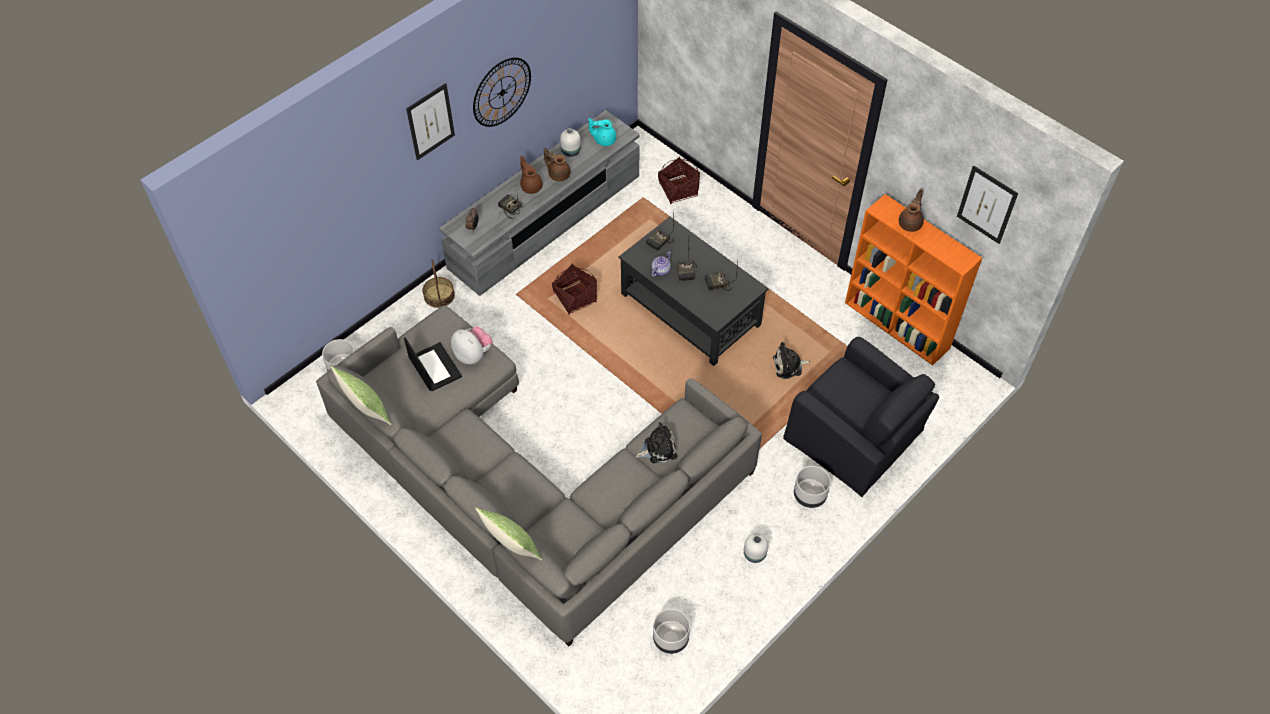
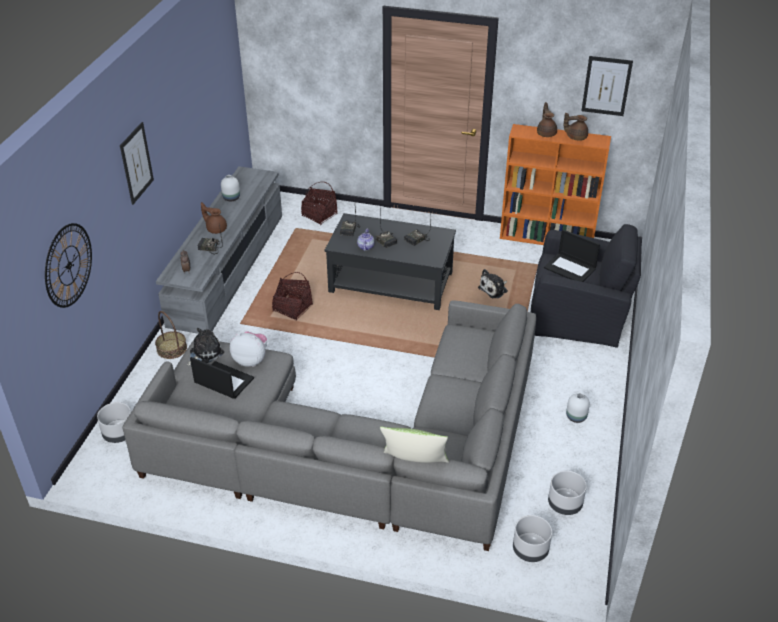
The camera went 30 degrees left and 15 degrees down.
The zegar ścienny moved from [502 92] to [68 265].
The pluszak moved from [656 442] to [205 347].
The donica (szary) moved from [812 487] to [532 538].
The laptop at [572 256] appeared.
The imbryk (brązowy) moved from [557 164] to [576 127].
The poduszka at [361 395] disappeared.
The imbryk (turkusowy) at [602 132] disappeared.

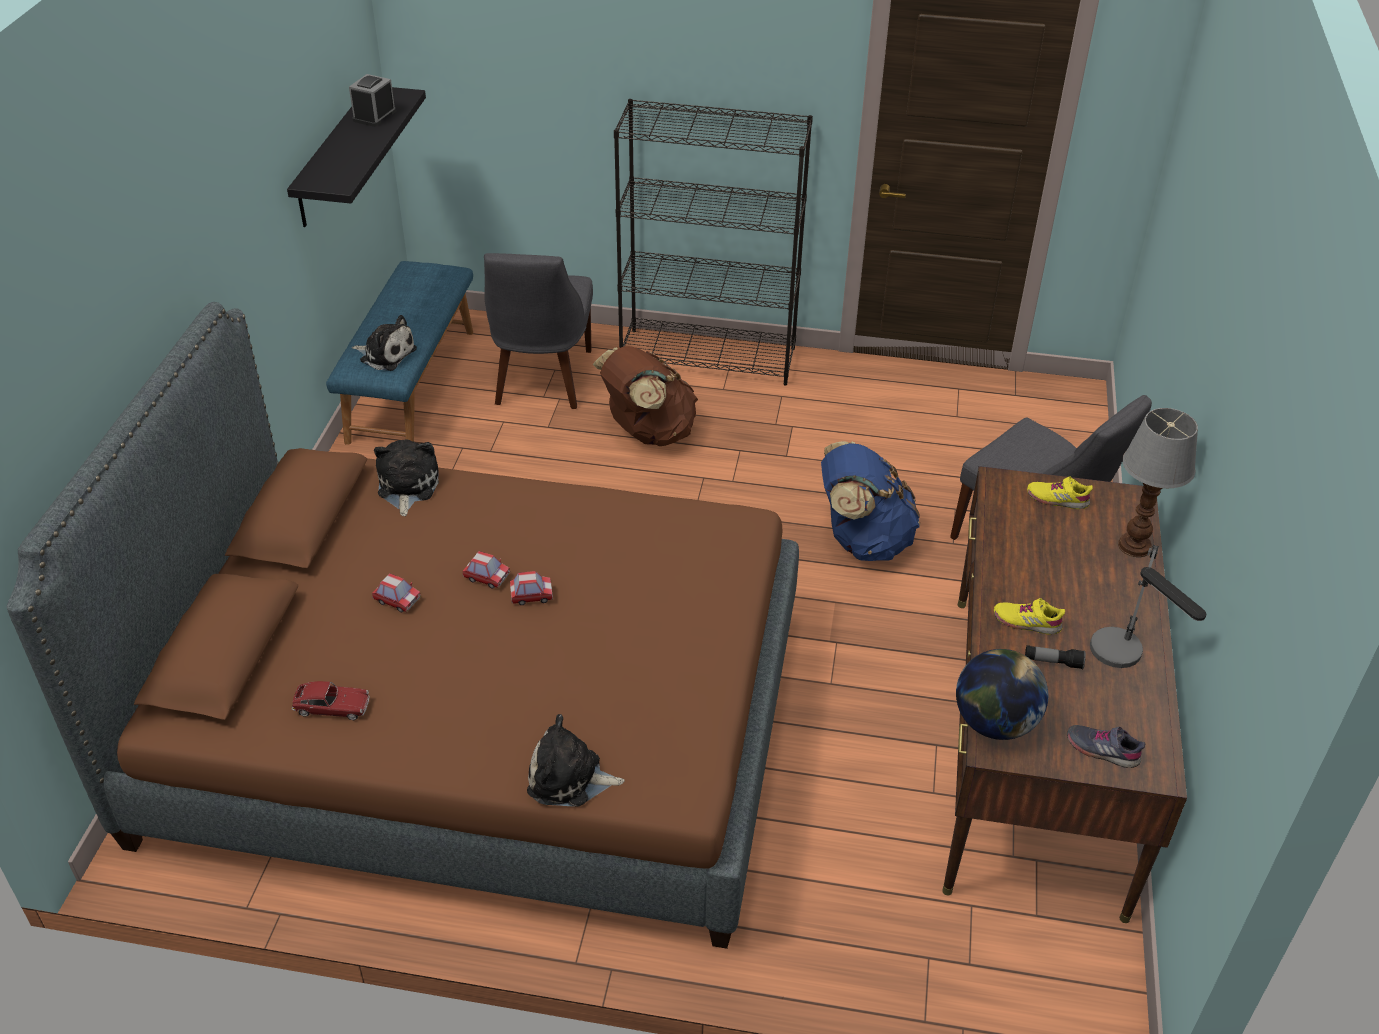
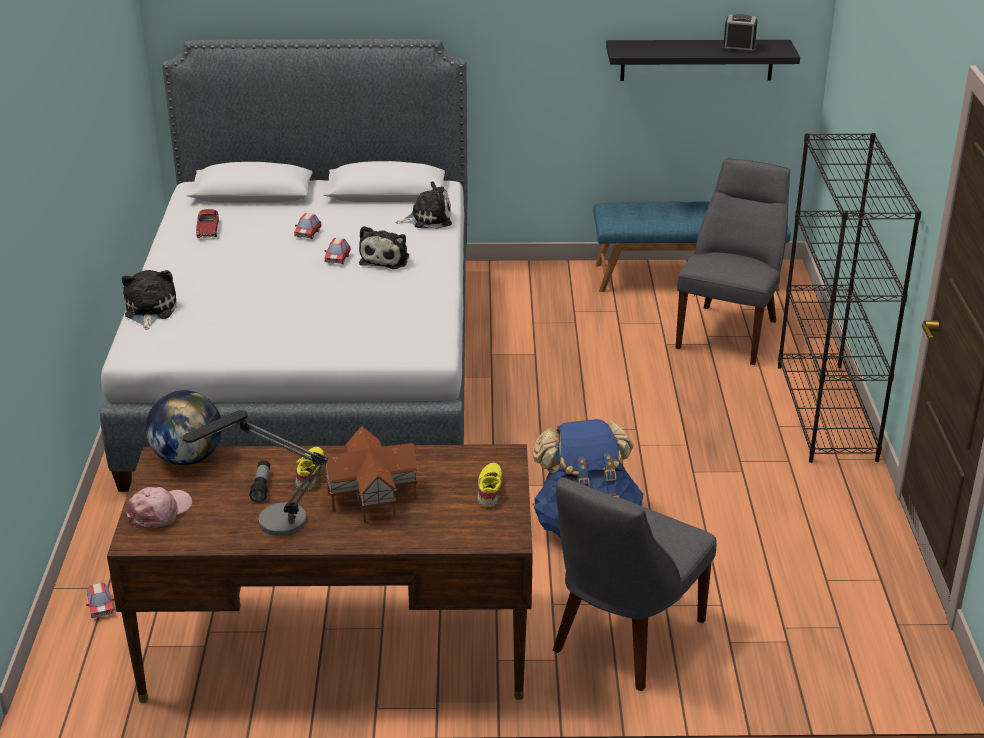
The camera went 80 degrees right and 10 degrees down.
The samochodzik moved from [531 588] to [100 600].
The łóżko (brązowy) at [403 625] became the łóżko (szary) at [283 265].
The but (szary) at [1106 746] was replaced by the czapka z daszkiem (różowy) at [159 507].
The domek at [371 474] appeared.
The pluszak moved from [384 343] to [384 247].
The krzesło (szary) at [538 331] turned 120 degrees clockwise.
The plecak (brązowy) at [645 396] disappeared.
The lampa stołowa at [1158 482] disappeared.

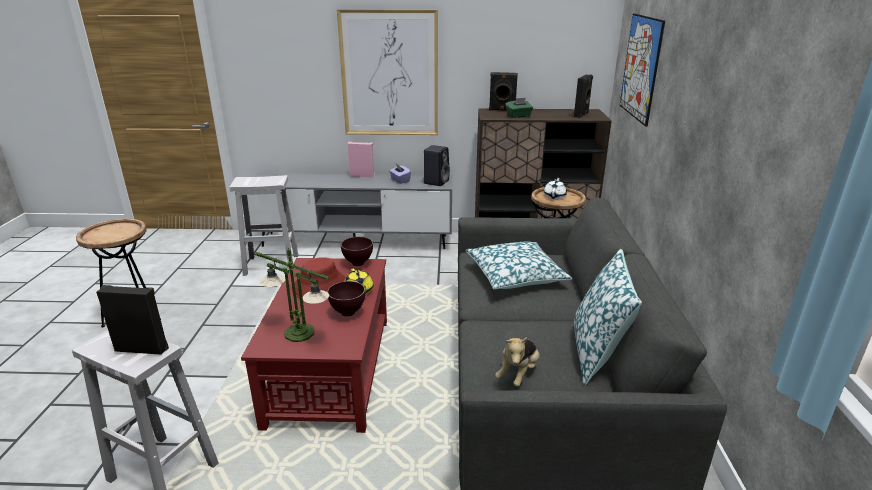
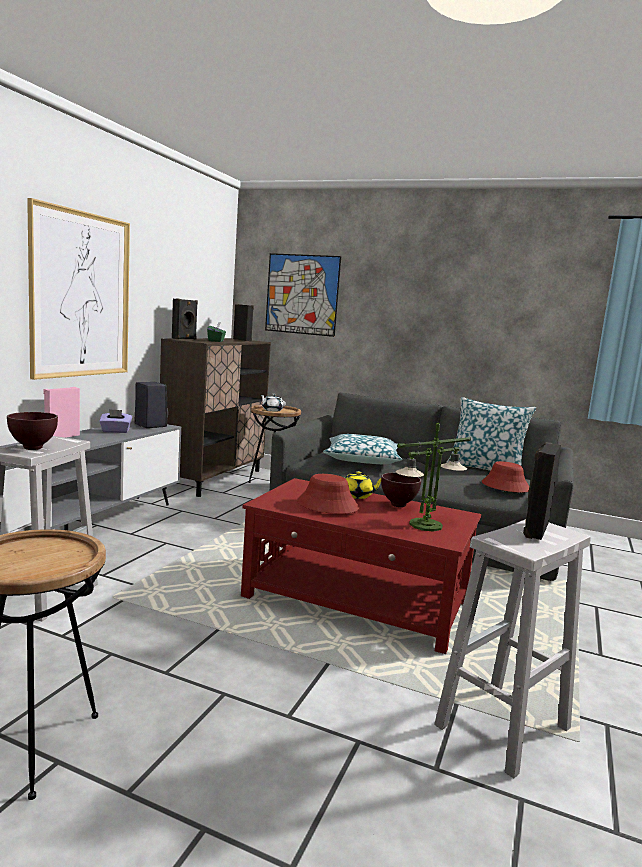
The camera went 70 degrees left and 15 degrees down.
The miska (brązowy) moved from [357 251] to [32 431].
The pluszak at [517 362] was replaced by the kapelusz (czerwony) at [505 477].

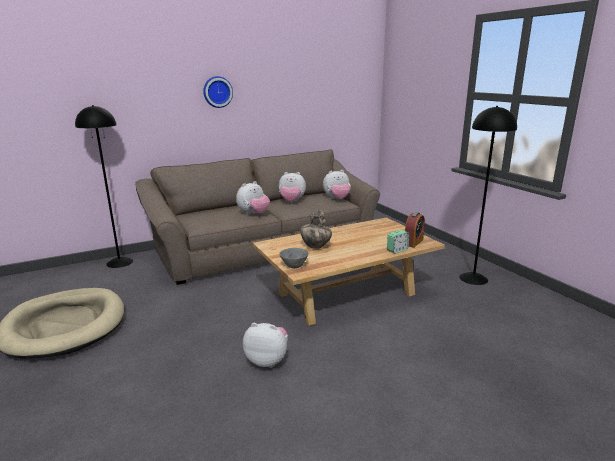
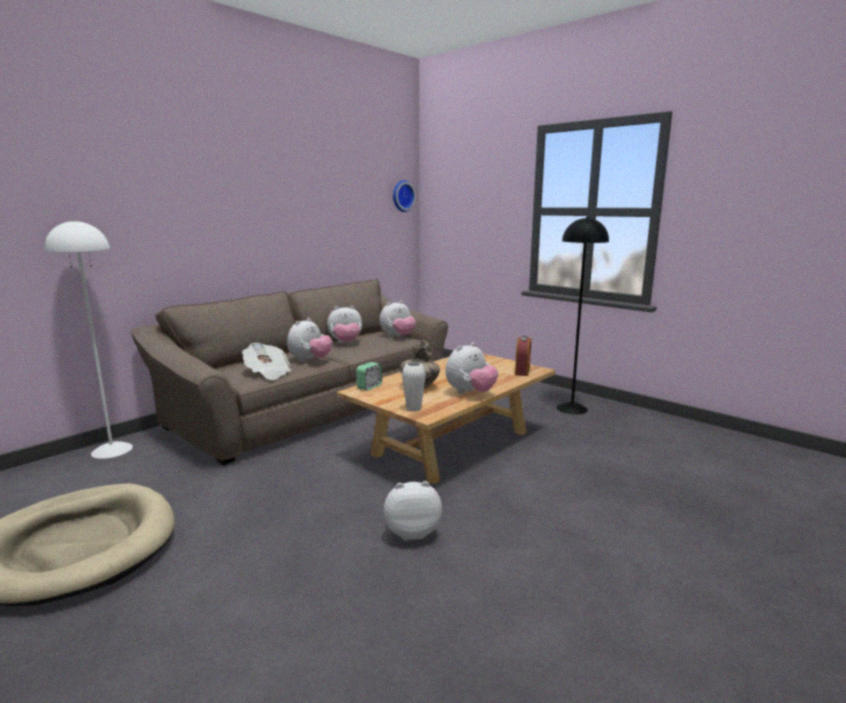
The camera went 20 degrees left and 5 degrees down.
The lampa stojąca (czarny) at [104 186] became the lampa stojąca (biały) at [89 339].
The gazeta at [266 361] appeared.
The budzik moved from [398 241] to [369 376].
The zegar ścienny moved from [218 92] to [404 196].
The miska (szary) at [294 258] was replaced by the wazon (biały) at [414 386].
The pluszak at [471 368] appeared.

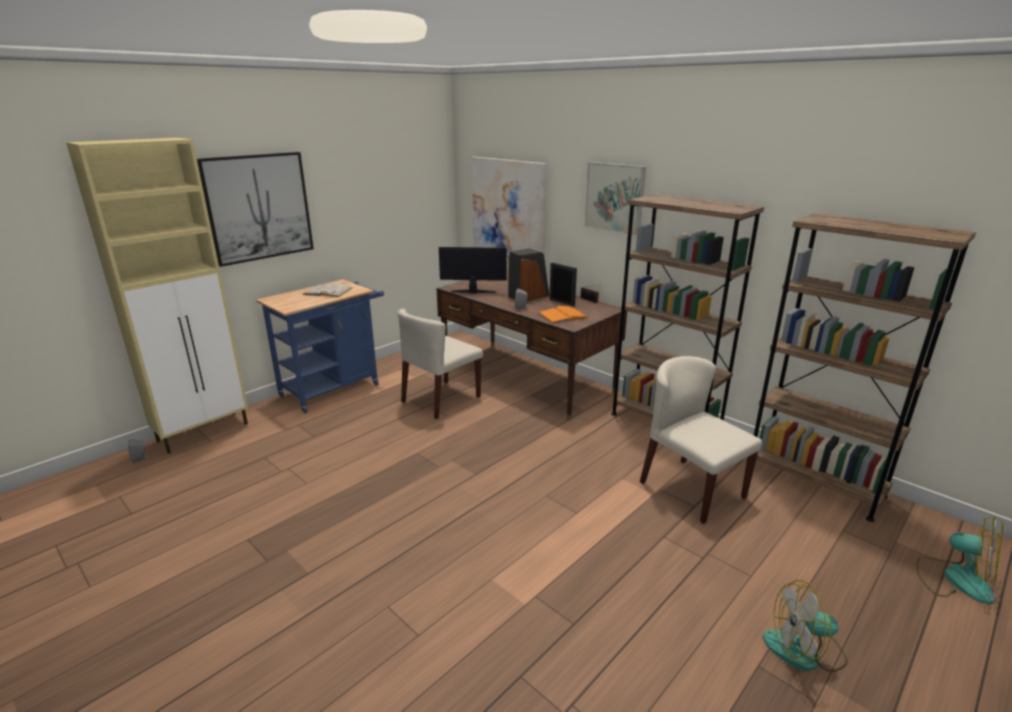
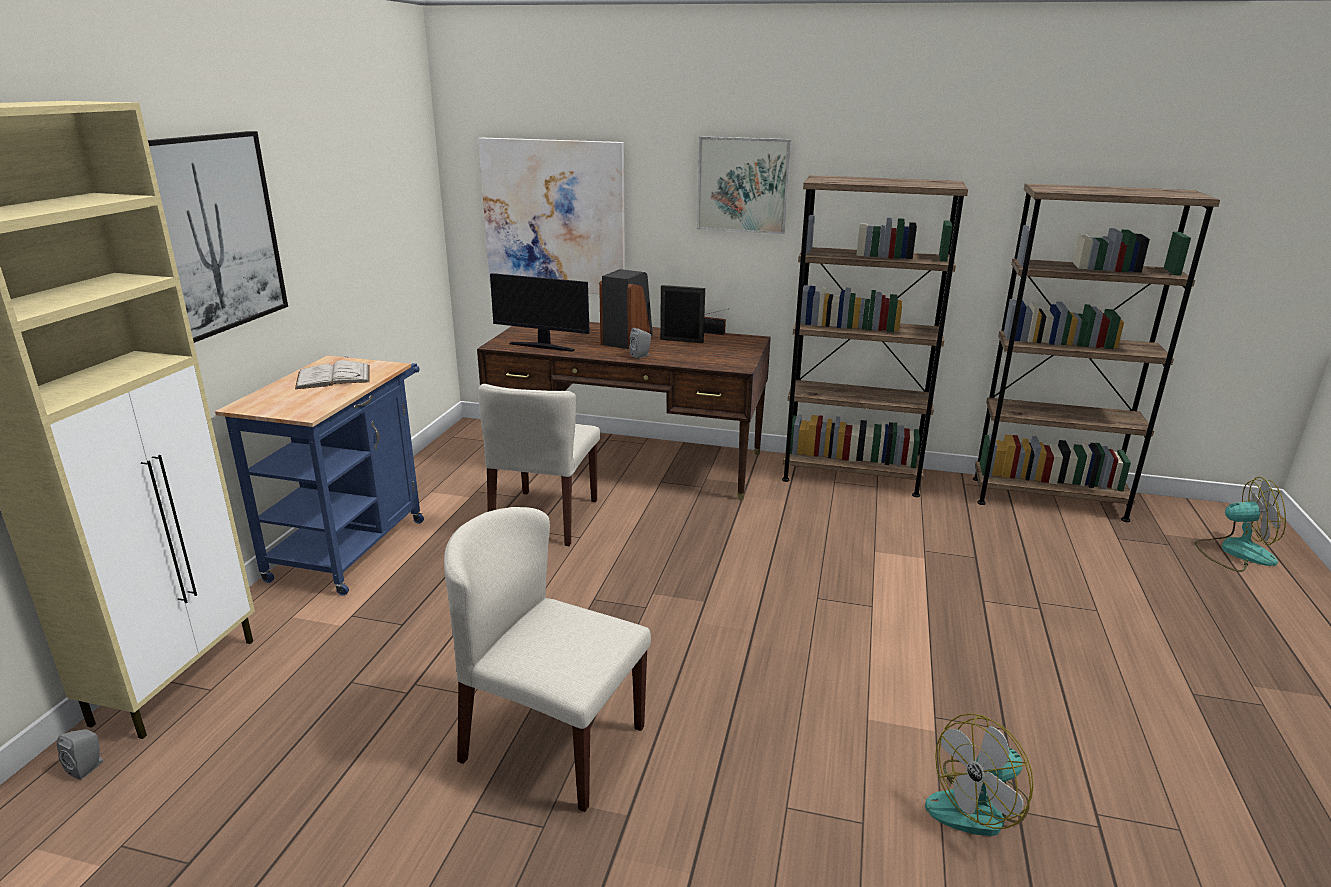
The camera went 30 degrees left and 0 degrees up.
The krzesło (beżowy) moved from [701 440] to [547 659].
The monitor at [473 270] turned 135 degrees counterclockwise.
The wentylator moved from [805 626] to [979 774].
The książka (pomarańczowy) at [563 315] disappeared.

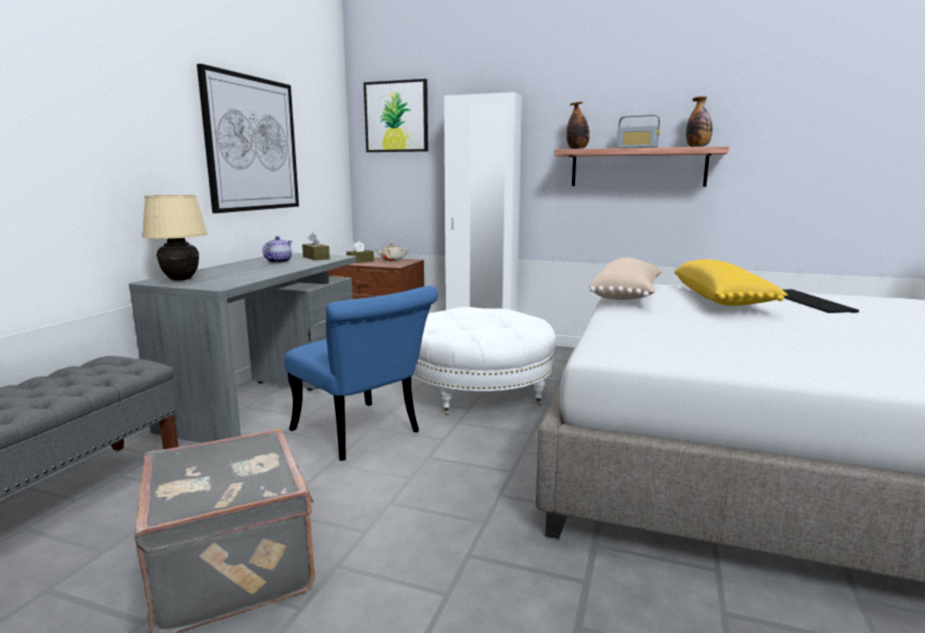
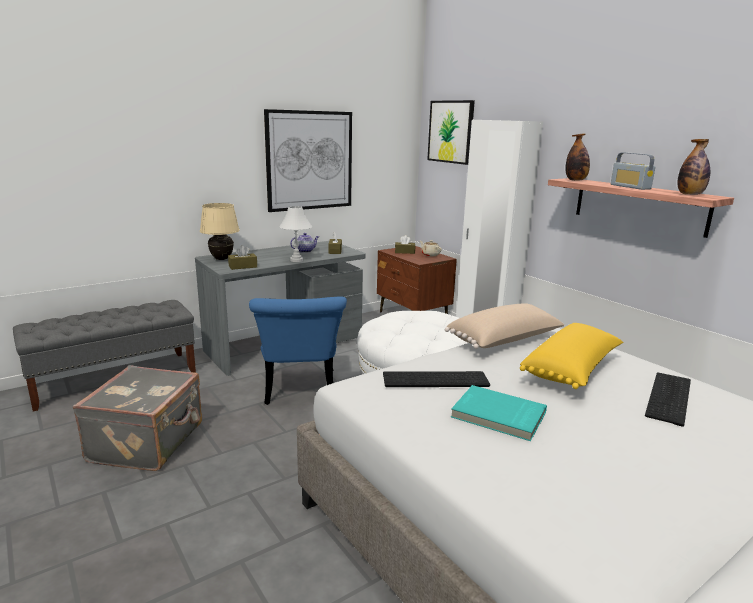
The camera went 35 degrees right and 5 degrees up.
The pudełko chusteczek (brązowy) at [242 257] appeared.
The lampa stołowa (biały) at [295 234] appeared.
The klawiatura at [436 379] appeared.
The książka (turkusowy) at [499 413] appeared.

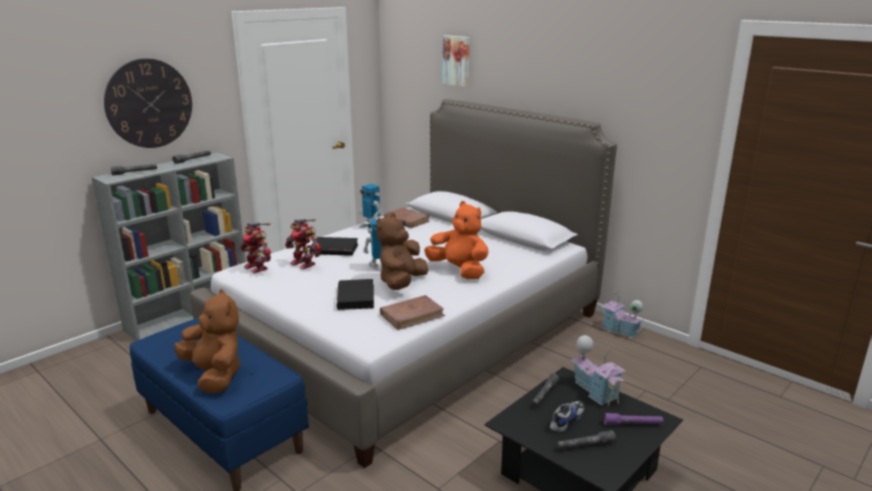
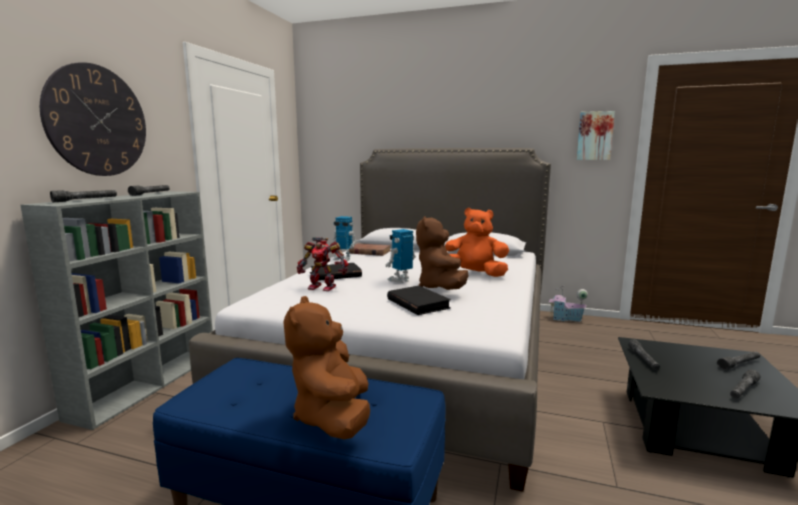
The camera went 25 degrees left and 10 degrees down.
The pluszak (brązowy) at [207 341] turned 120 degrees counterclockwise.
The obraz moved from [456 61] to [596 135].
The latarka (fioletowy) at [634 419] became the latarka (szary) at [738 361].
The robot zabawkowy at [255 248] disappeared.
The książka (brązowy) at [412 312] disappeared.
The but at [567 416] disappeared.
The domek at [598 370] disappeared.

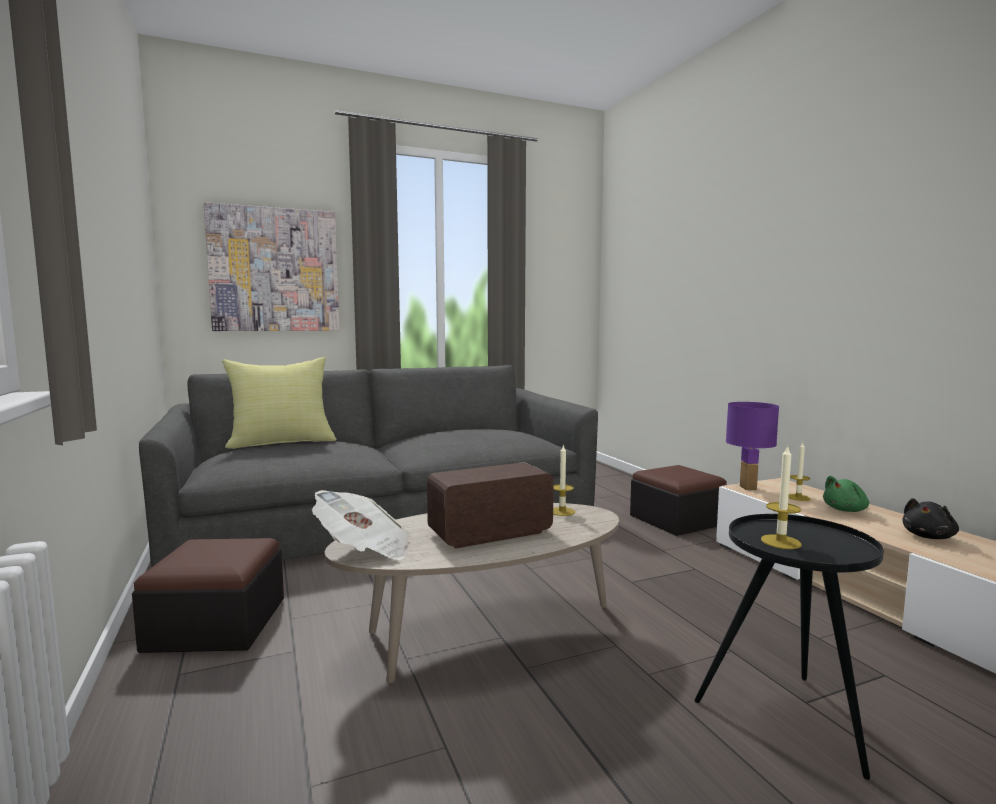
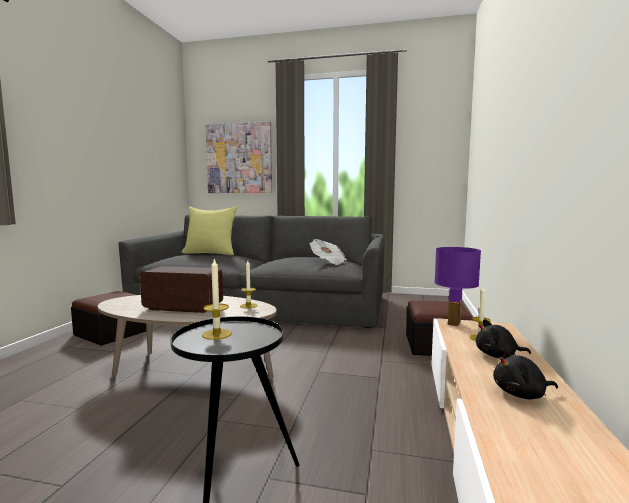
The camera went 35 degrees right and 0 degrees up.
The gazeta moved from [361 525] to [328 252].
The pluszak (zielony) at [846 494] became the pluszak (czarny) at [503 338].

